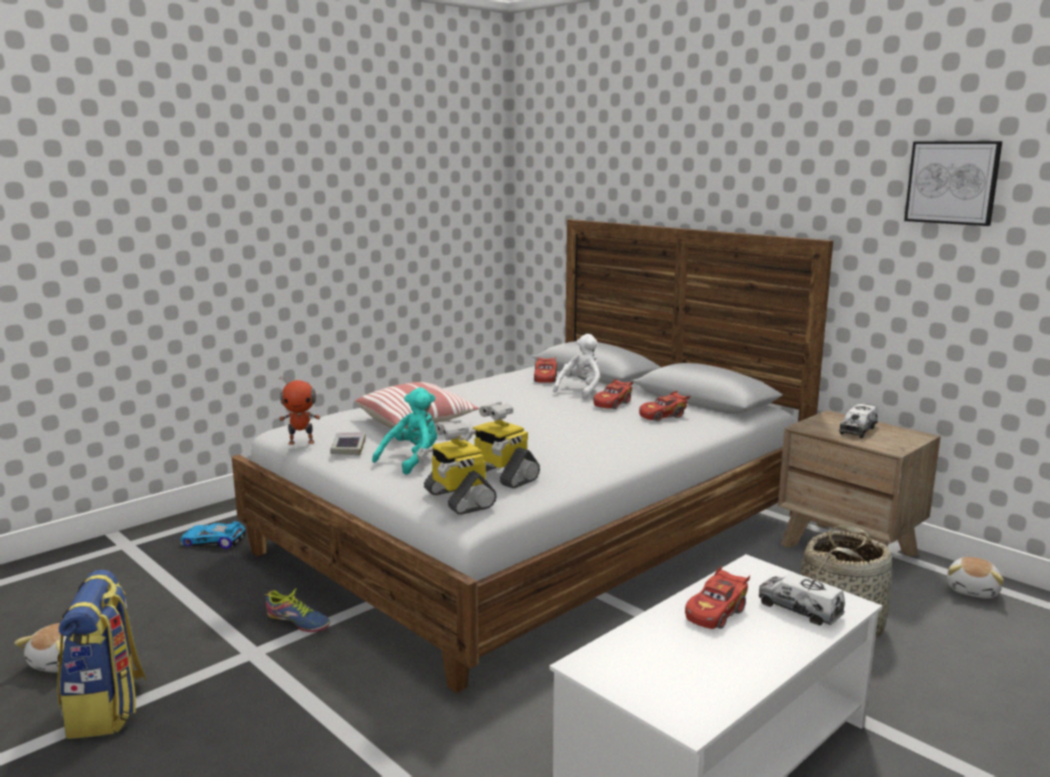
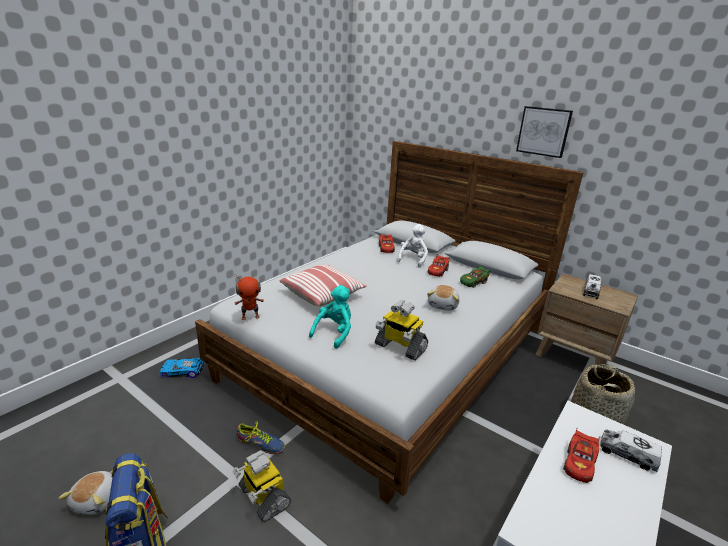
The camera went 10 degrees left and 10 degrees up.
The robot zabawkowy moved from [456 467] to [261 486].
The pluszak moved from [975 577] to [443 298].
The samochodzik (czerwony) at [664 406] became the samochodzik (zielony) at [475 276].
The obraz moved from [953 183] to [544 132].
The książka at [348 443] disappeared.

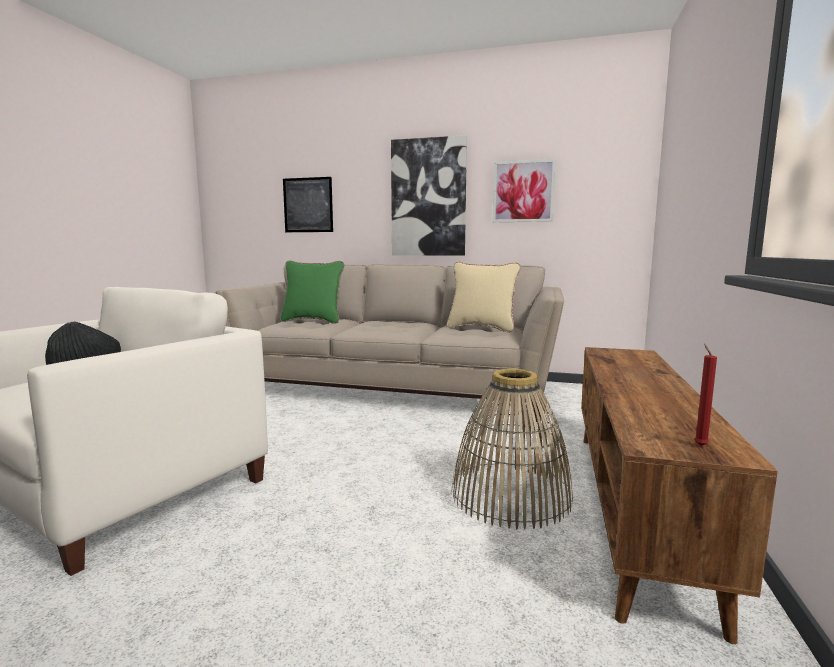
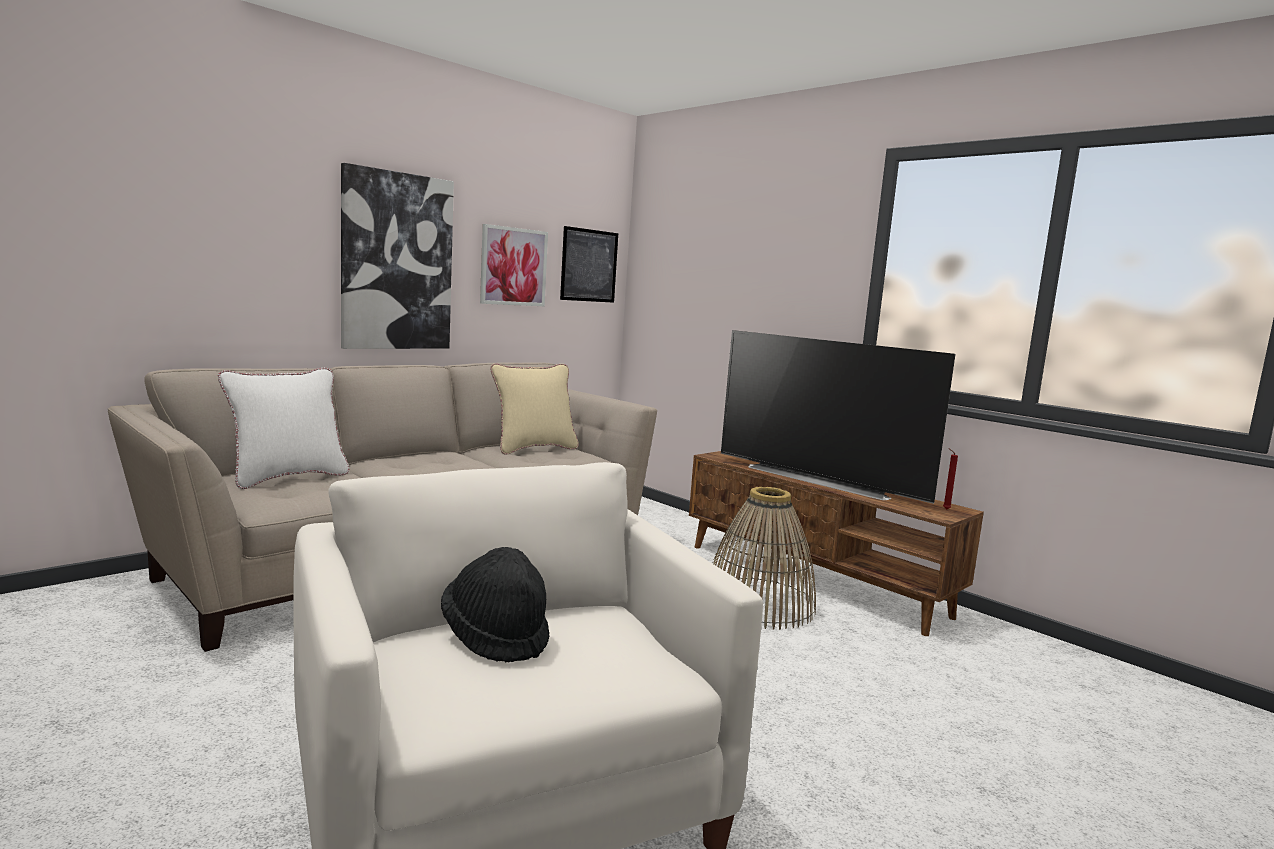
The camera went 60 degrees left and 0 degrees up.
The poduszka (zielony) at [312 292] became the poduszka (biały) at [283 428].
The obraz moved from [308 204] to [589 264].
The telewizor at [838 417] appeared.

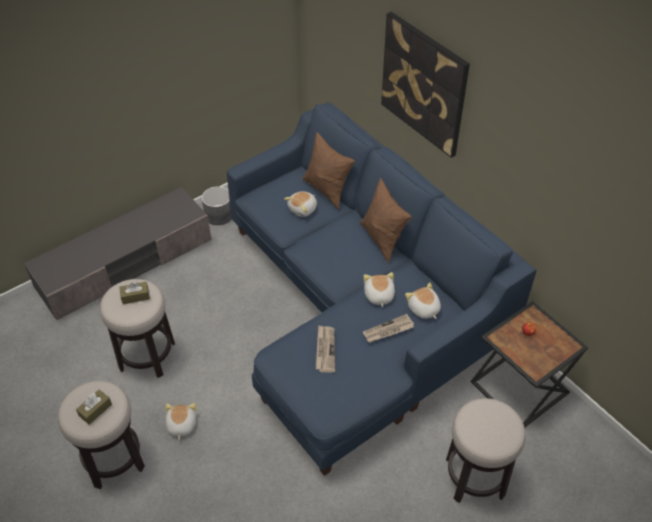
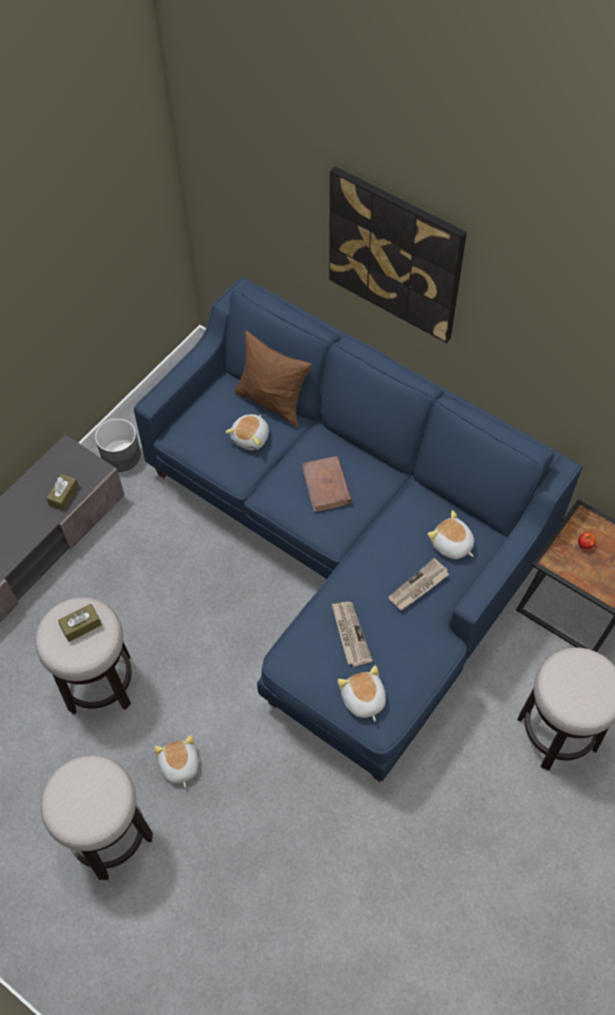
The camera went 15 degrees left and 10 degrees up.
The pudełko chusteczek (brązowy) moved from [94 407] to [62 492].
The książka (brązowy) at [327 484] appeared.
The pluszak moved from [379 289] to [361 693].
The poduszka (brązowy) at [386 220] disappeared.

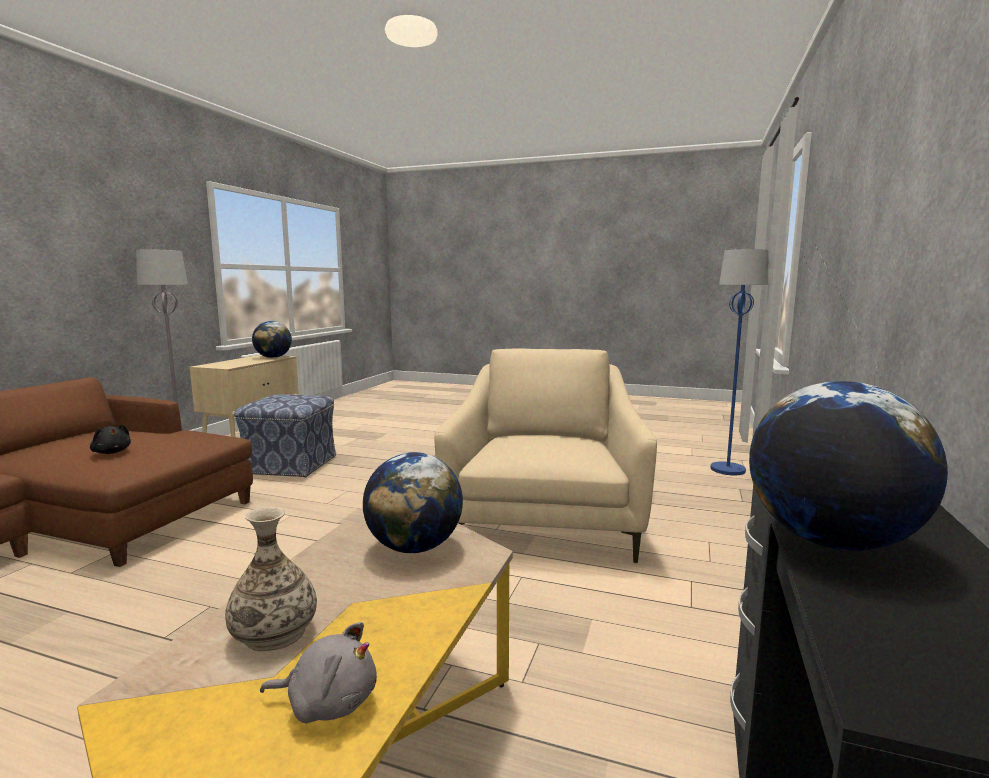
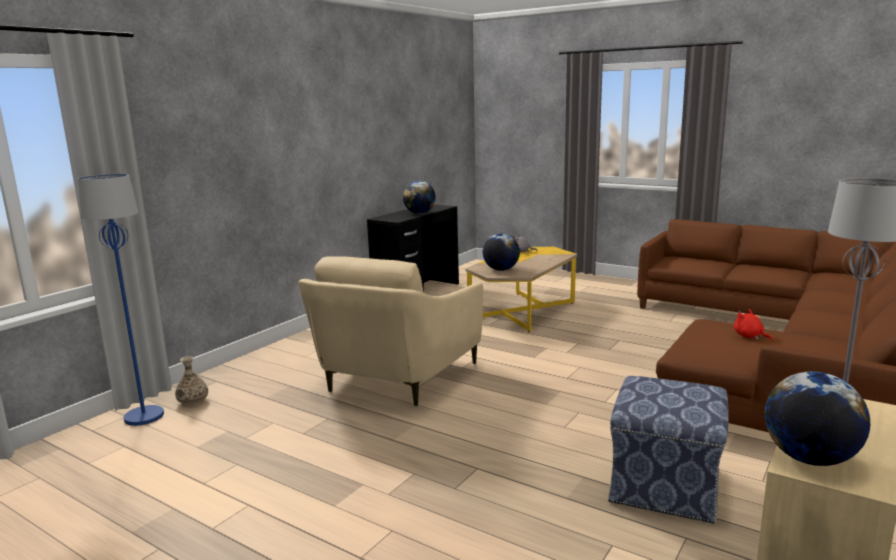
The camera went 165 degrees left and 5 degrees up.
The wazon moved from [271 579] to [191 381].
The pluszak (czarny) at [110 439] became the pluszak (czerwony) at [753 325].

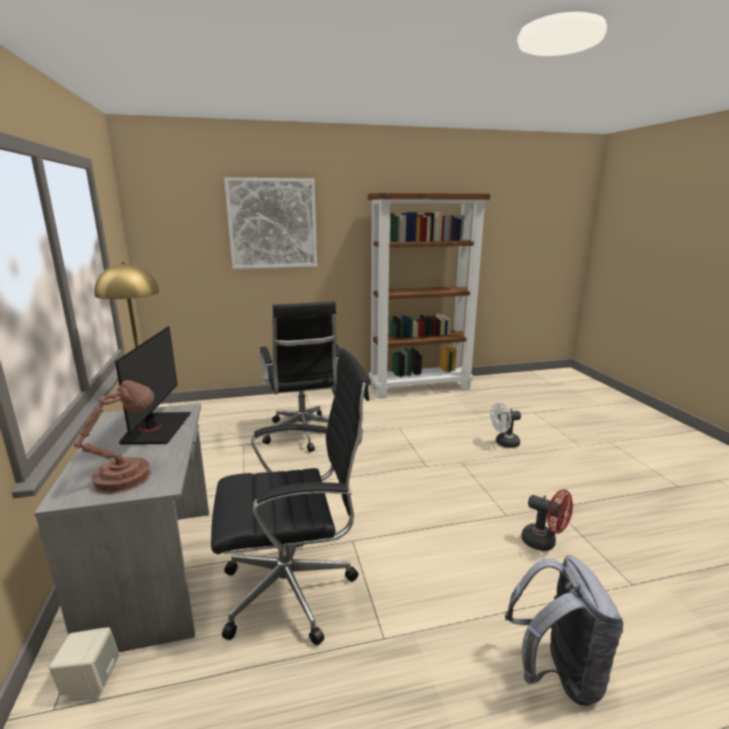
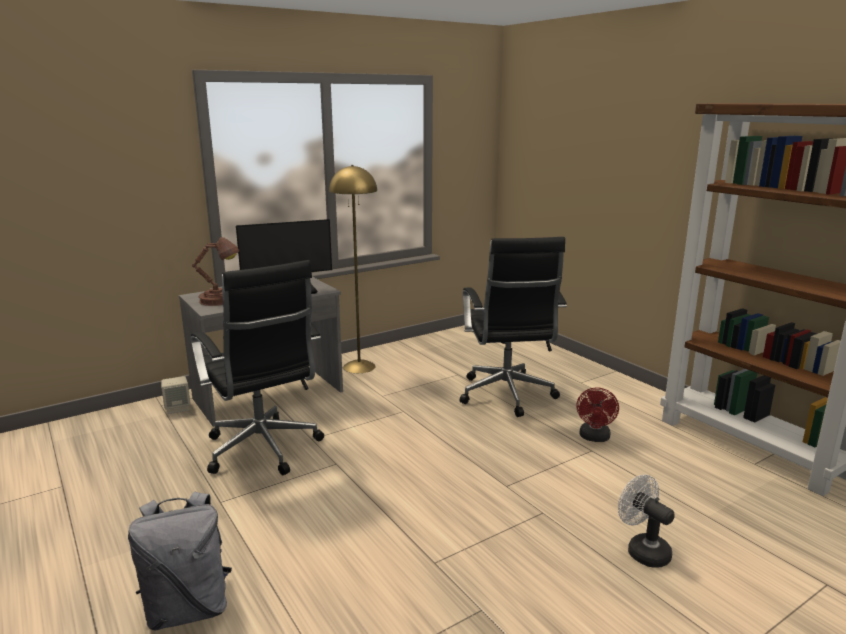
The camera went 70 degrees right and 0 degrees up.
The krzesło biurowe (czarny) at [300 376] turned 60 degrees counterclockwise.
The wentylator (czerwony) moved from [547 520] to [597 415].
The obraz at [270 223] disappeared.

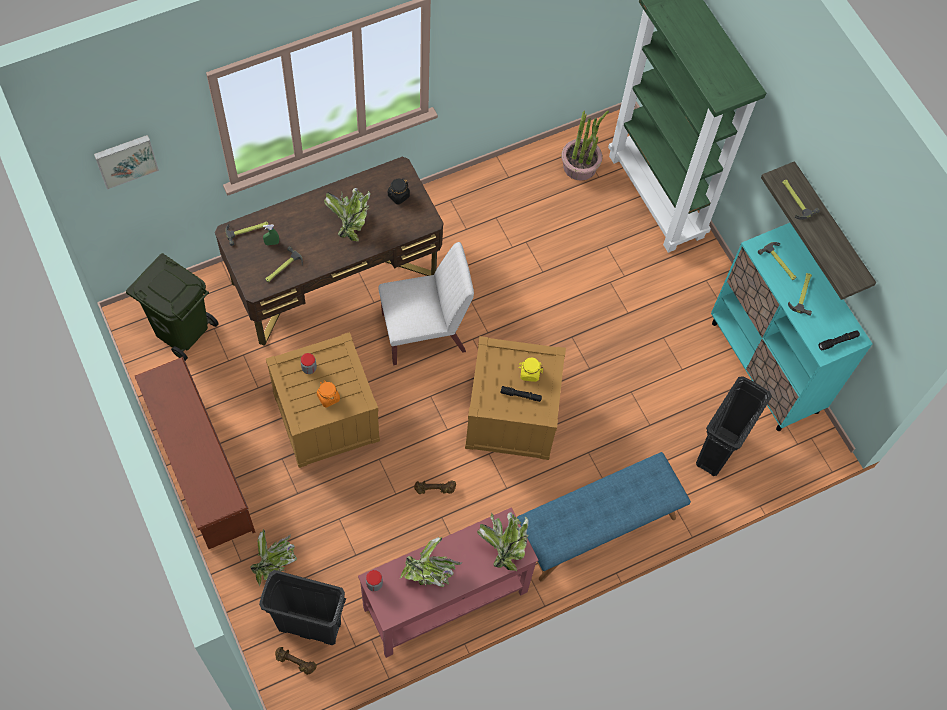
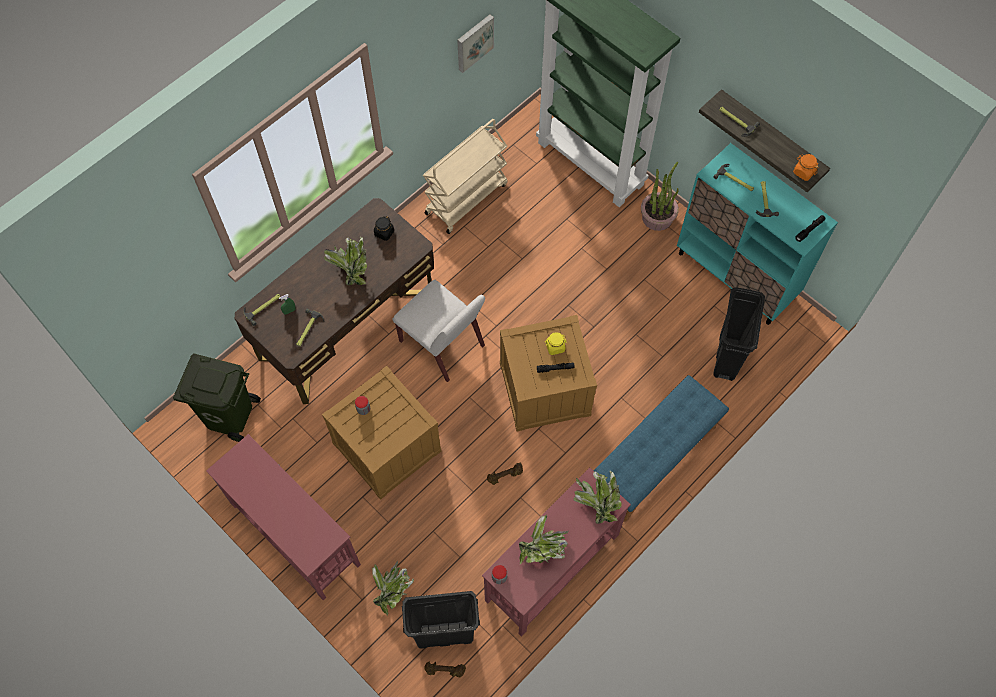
The camera went 15 degrees left and 0 degrees up.
The regał na buty (brązowy) at [195 453] was replaced by the stolik konsolowy (czerwony) at [283 517].
The krzesło (biały) at [426 303] turned 75 degrees clockwise.
The wózek (beżowy) at [465 176] appeared.
The obraz moved from [126 162] to [475 43].
The roślina doniczkowa moved from [585 145] to [660 196].
The słoik (pomarańczowy) moved from [328 394] to [806 167].

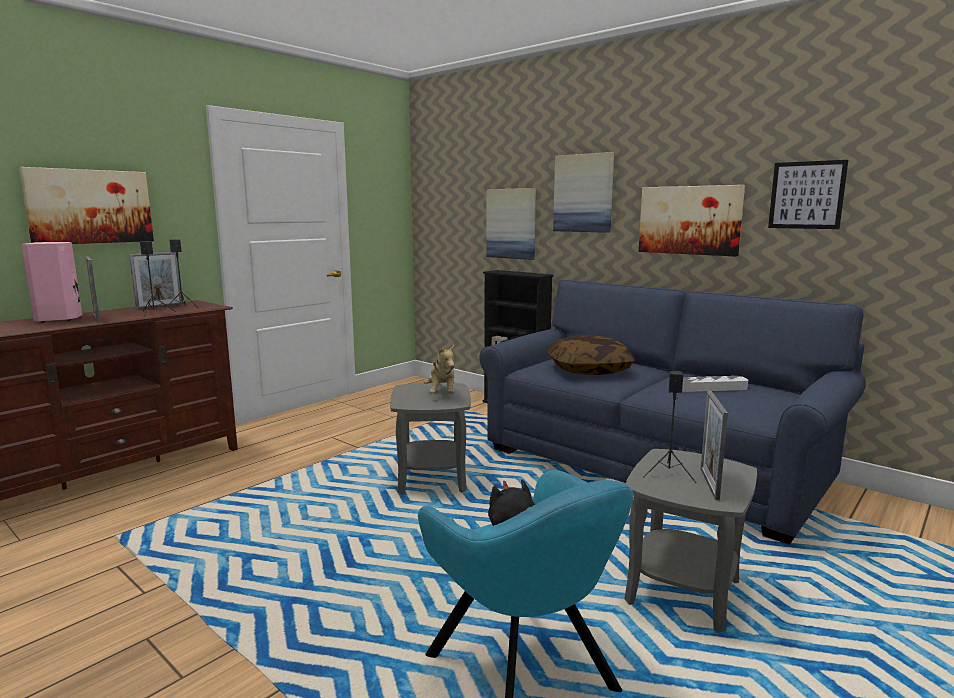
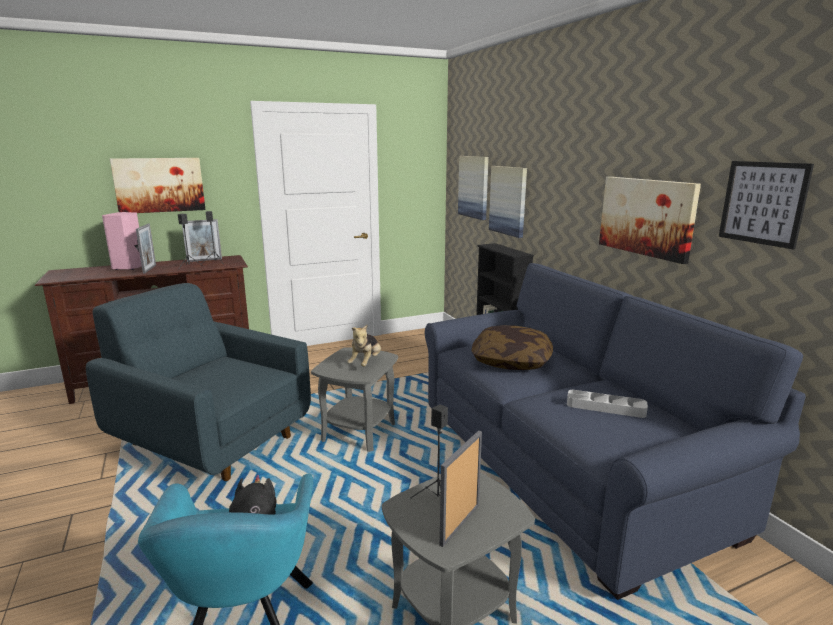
The camera went 25 degrees right and 5 degrees up.
The fotel (niebieski) at [198 382] appeared.
The obraz moved from [583 192] to [473 188].

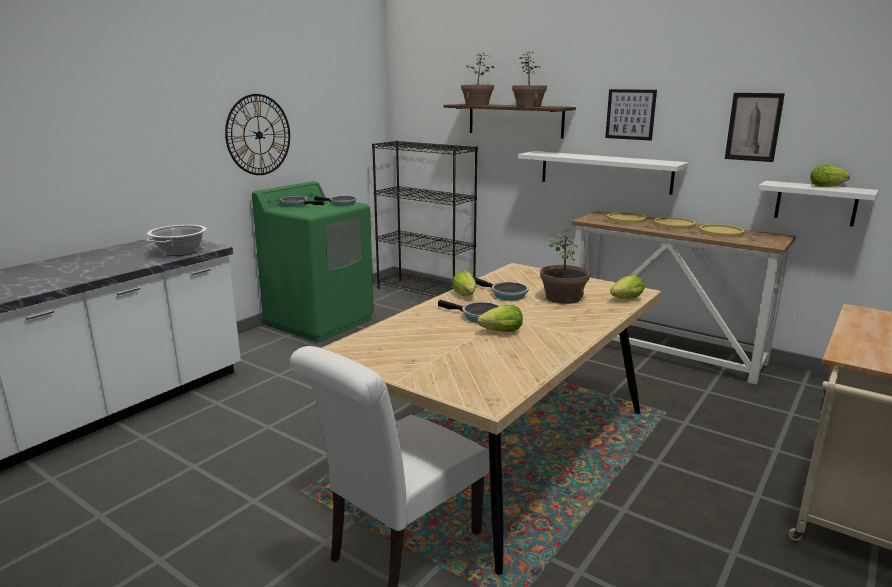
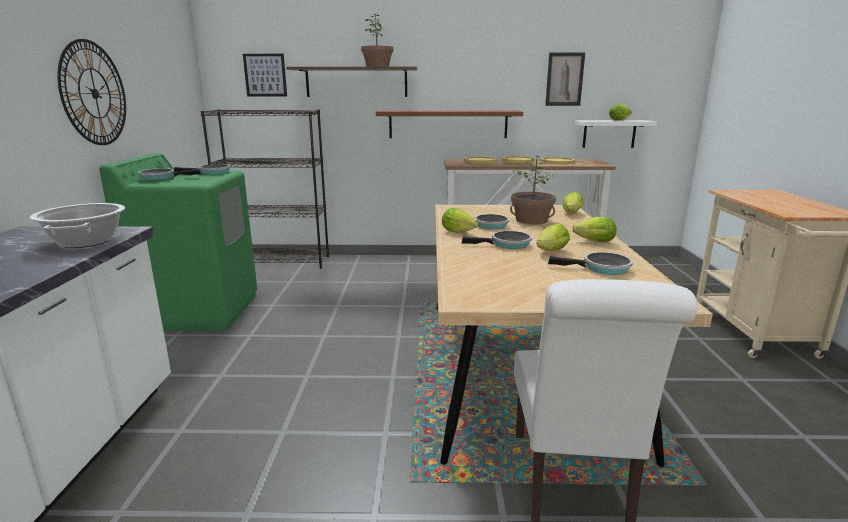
The camera went 35 degrees left and 0 degrees up.
The obraz moved from [631 115] to [265 75].
The półka (biały) at [603 173] became the półka (brązowy) at [449 124].
The patelnia at [590 263] appeared.
The sałata at [594 229] appeared.
The roślina doniczkowa at [477 79] disappeared.

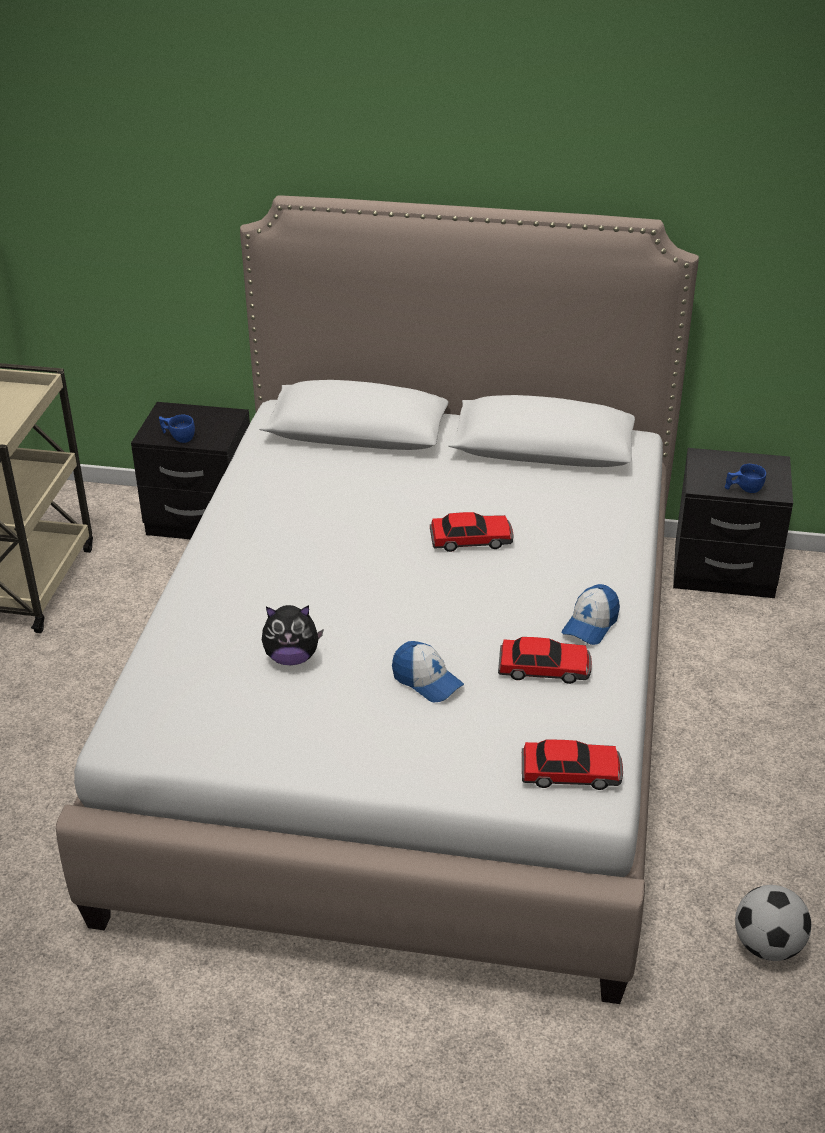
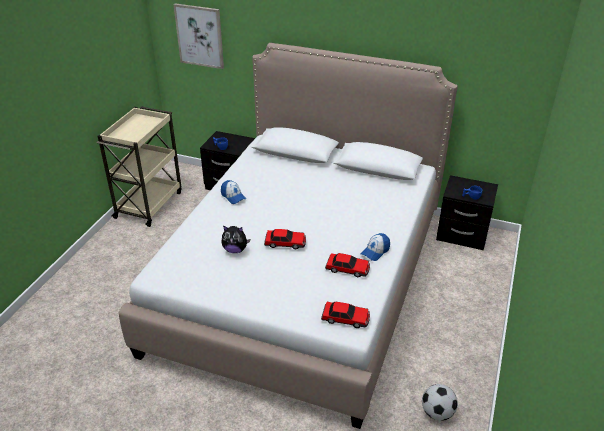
The camera went 10 degrees right and 0 degrees up.
The obraz at [198 36] appeared.
The czapka z daszkiem moved from [428 671] to [233 192].
The samochodzik moved from [472 532] to [285 239].

